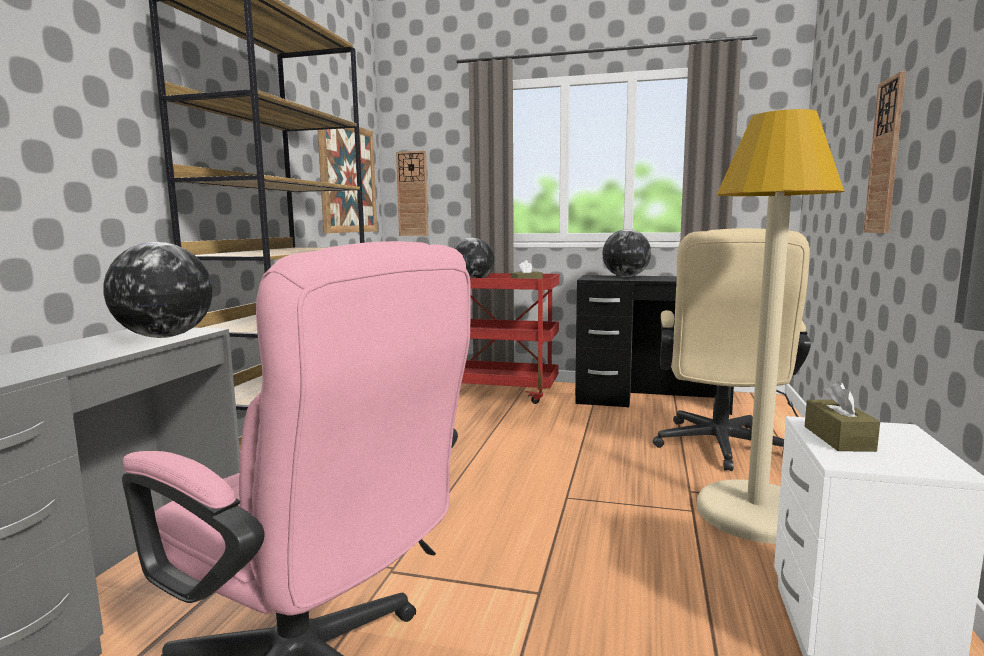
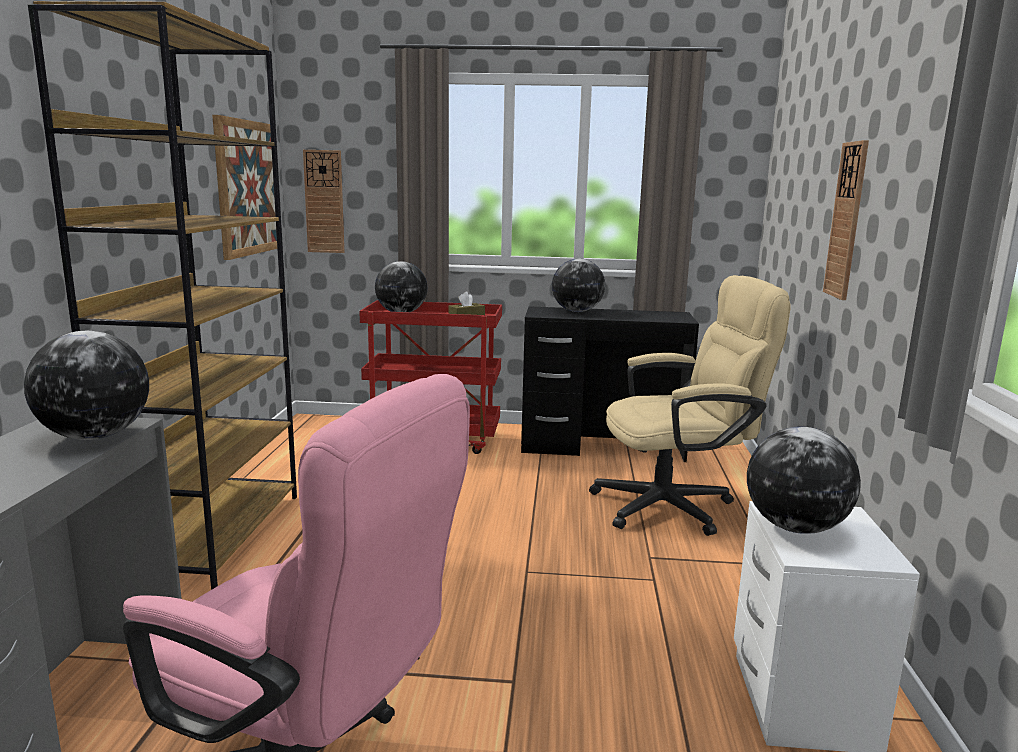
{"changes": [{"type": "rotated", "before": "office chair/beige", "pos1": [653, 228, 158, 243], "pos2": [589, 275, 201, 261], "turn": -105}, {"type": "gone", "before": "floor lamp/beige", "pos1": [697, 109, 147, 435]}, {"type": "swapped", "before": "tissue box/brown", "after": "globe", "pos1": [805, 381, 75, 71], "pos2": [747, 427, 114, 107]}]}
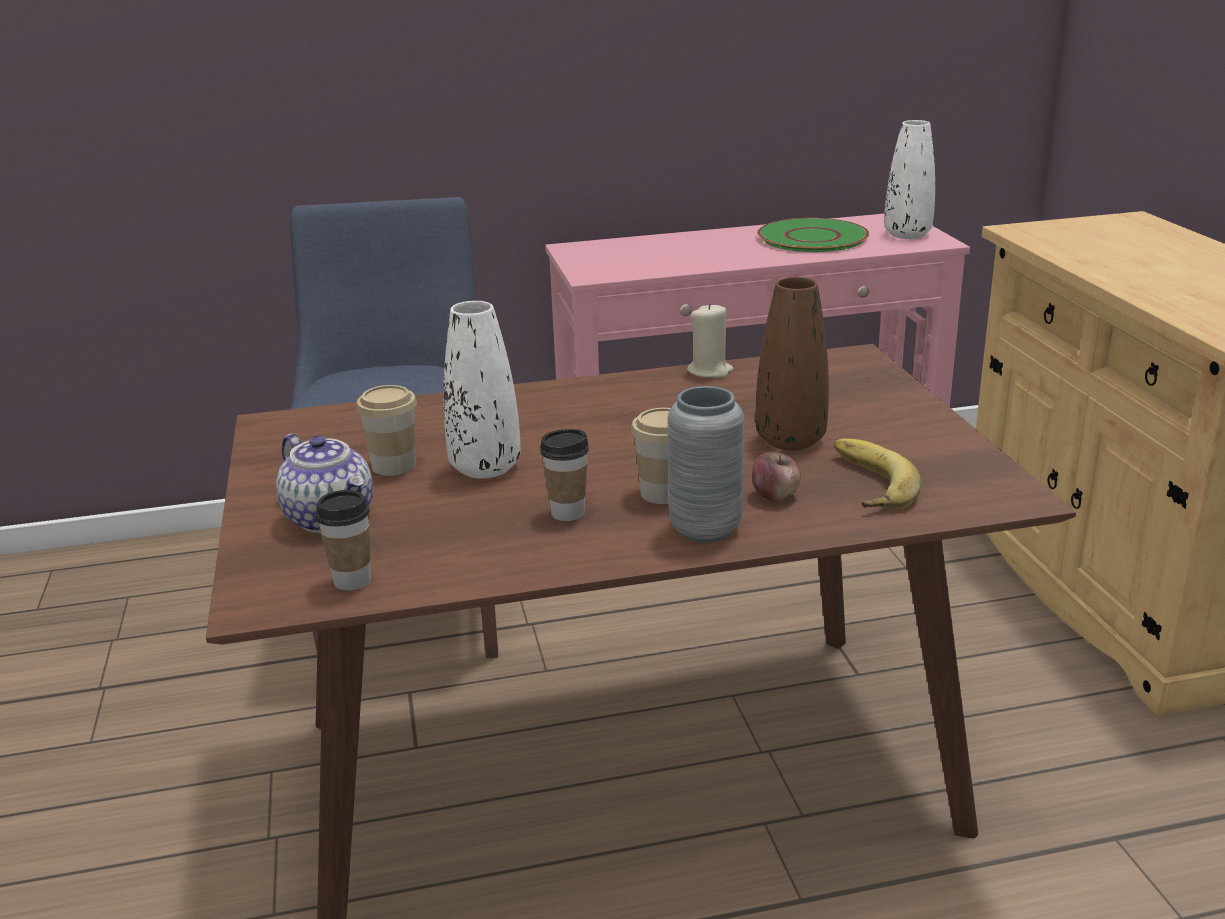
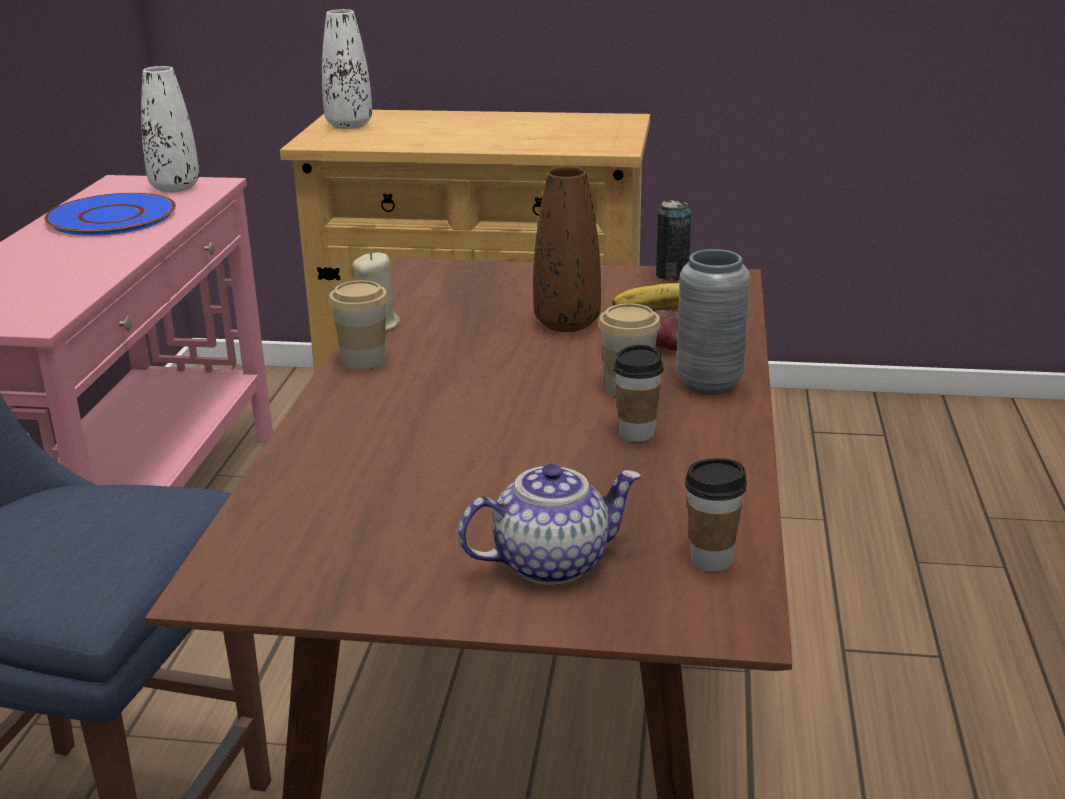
{"changes": [{"type": "shifted", "before": "cup", "pos1": [356, 385, 61, 91], "pos2": [329, 280, 59, 90]}, {"type": "shifted", "before": "vase/white", "pos1": [444, 301, 77, 178], "pos2": [322, 9, 50, 120]}, {"type": "repainted", "before": "plate/green", "after": "plate/blue", "pos1": [757, 218, 112, 34], "pos2": [44, 193, 132, 43]}, {"type": "new", "after": "can", "pos2": [656, 200, 35, 80]}]}
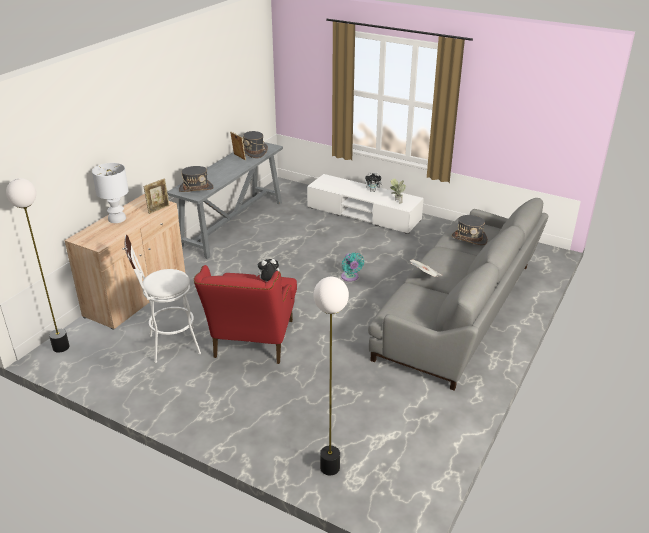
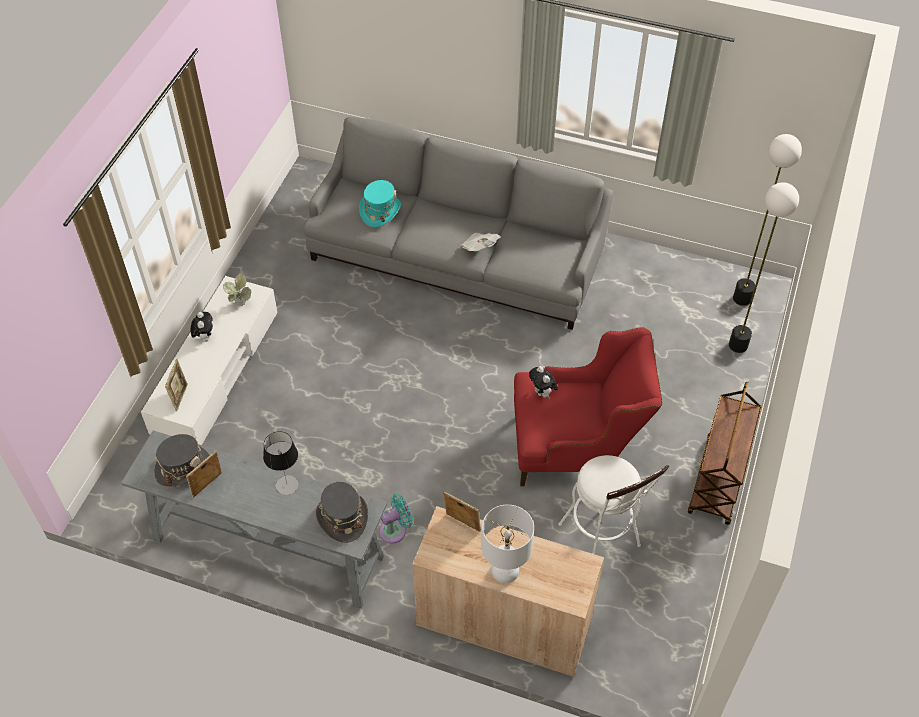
{"changes": [{"type": "shifted", "before": "floor lamp", "pos1": [6, 178, 63, 175], "pos2": [733, 134, 69, 172]}, {"type": "shifted", "before": "fan/turquoise", "pos1": [341, 253, 23, 28], "pos2": [379, 494, 34, 50]}, {"type": "repainted", "before": "hat/grey", "after": "hat/turquoise", "pos1": [452, 215, 36, 30], "pos2": [359, 180, 42, 47]}, {"type": "new", "after": "picture frame", "pos2": [165, 359, 23, 52]}, {"type": "new", "after": "table lamp", "pos2": [263, 431, 35, 64]}, {"type": "new", "after": "cart/brown", "pos2": [688, 382, 73, 143]}]}
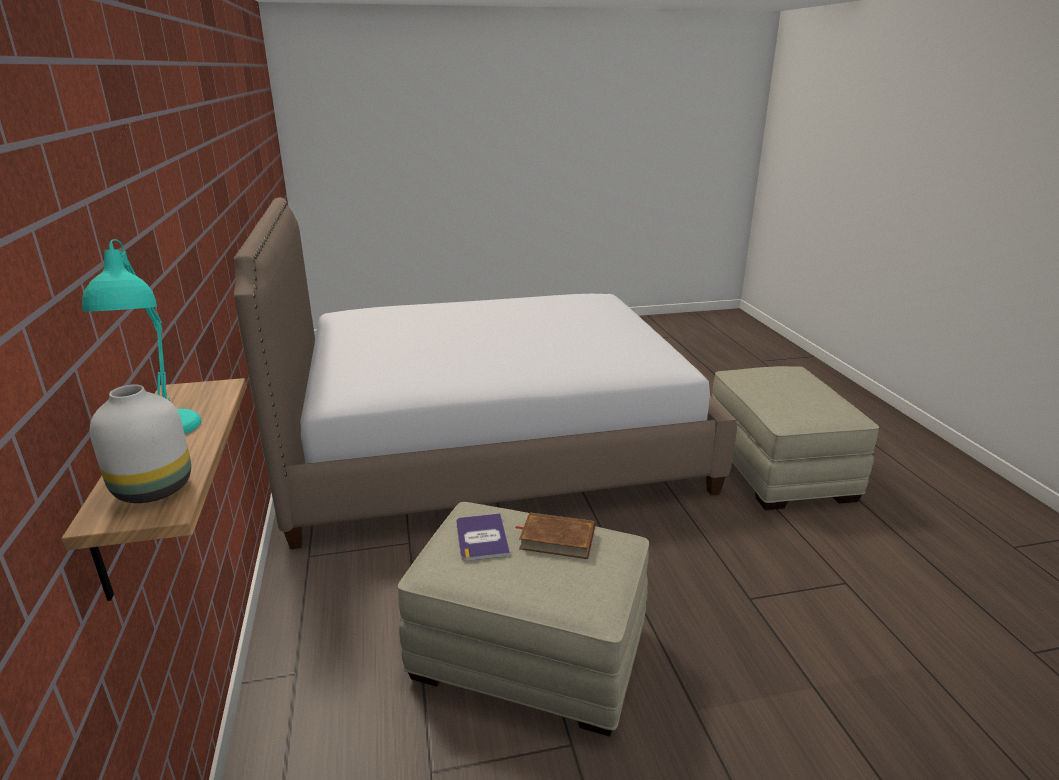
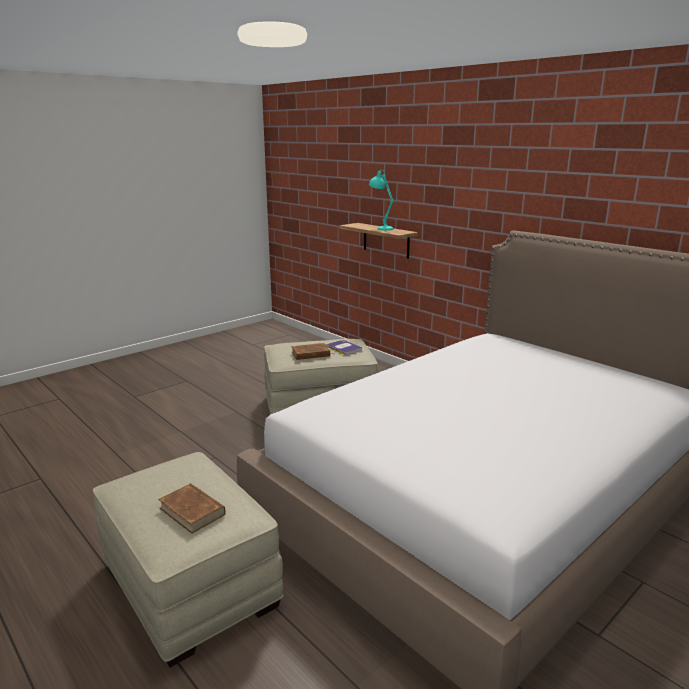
{"changes": [{"type": "gone", "before": "vase/white", "pos1": [90, 384, 101, 119]}, {"type": "new", "after": "book/brown", "pos2": [158, 483, 68, 50]}]}
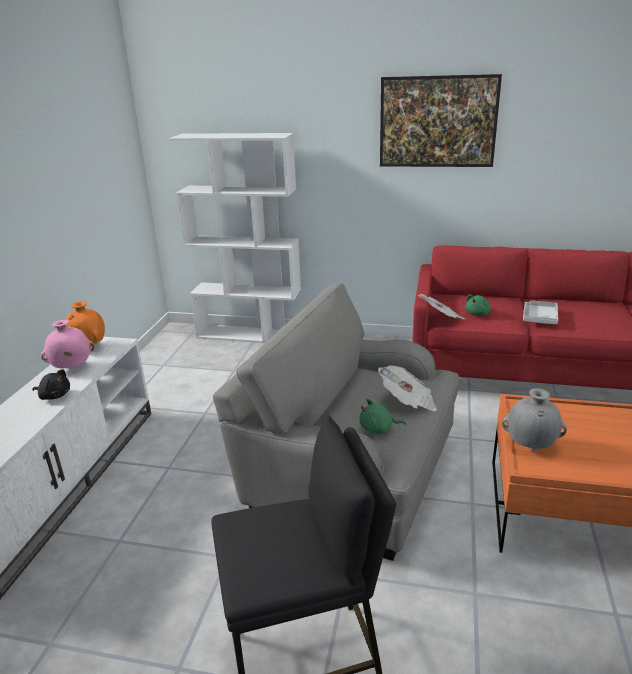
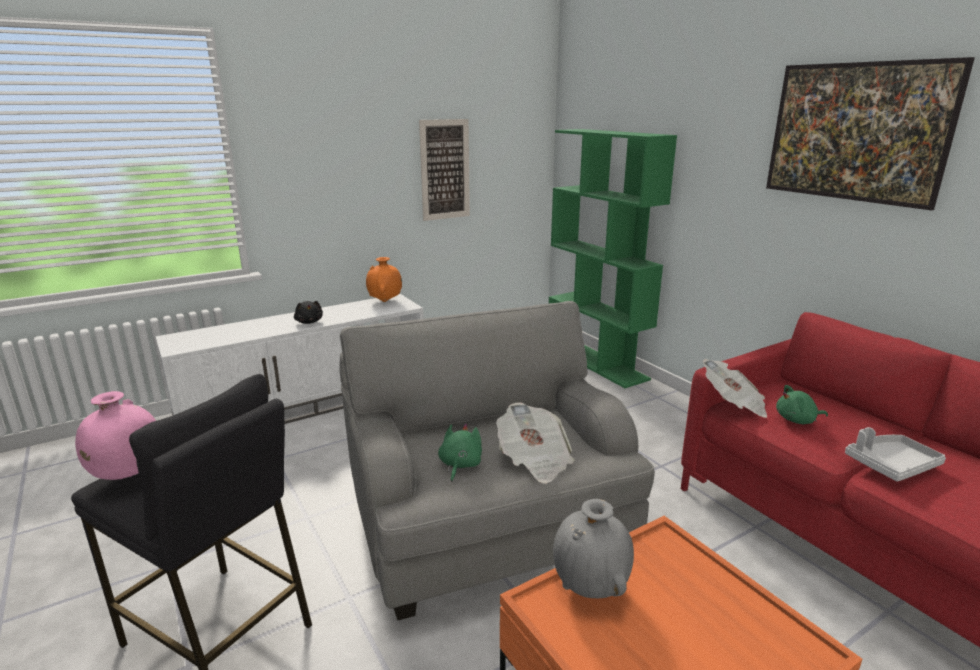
{"changes": [{"type": "shifted", "before": "vase/pink", "pos1": [41, 320, 53, 49], "pos2": [75, 391, 81, 89]}, {"type": "repainted", "before": "bookcase/white", "after": "bookcase/green", "pos1": [168, 133, 133, 210], "pos2": [549, 129, 128, 259]}, {"type": "rotated", "before": "plush toy/green", "pos1": [360, 399, 46, 35], "pos2": [438, 424, 44, 58], "turn": 60}, {"type": "new", "after": "picture", "pos2": [419, 119, 51, 102]}]}
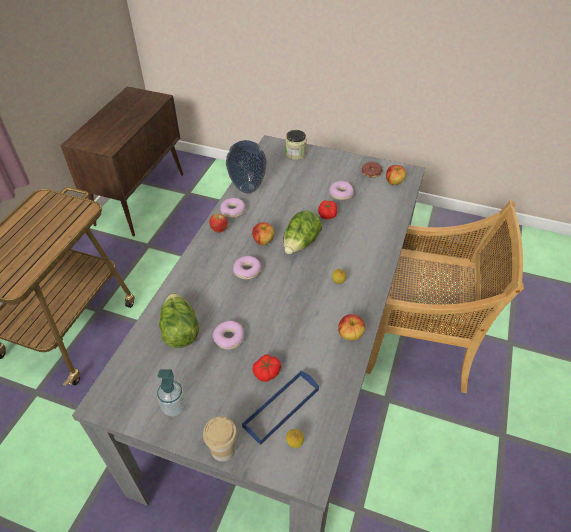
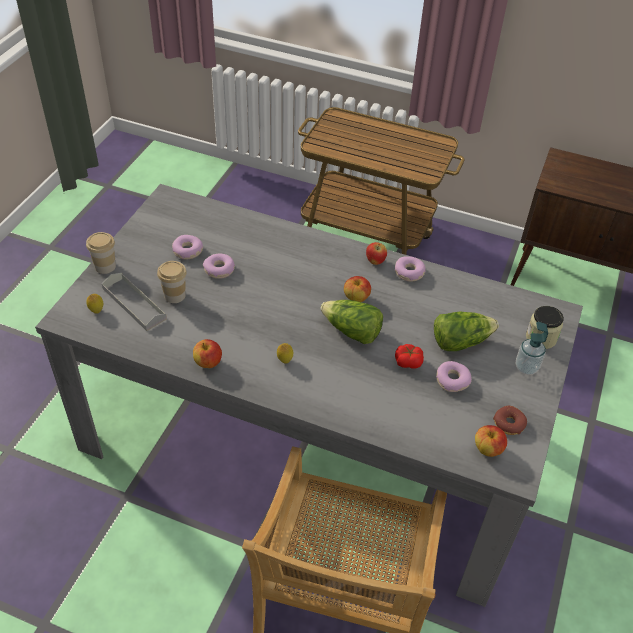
{"changes": [{"type": "shifted", "before": "soap dispenser", "pos1": [157, 369, 29, 48], "pos2": [516, 322, 32, 53]}, {"type": "shifted", "before": "lettuce", "pos1": [159, 293, 40, 55], "pos2": [434, 311, 65, 40]}, {"type": "gone", "before": "vase", "pos1": [226, 140, 41, 53]}, {"type": "shifted", "before": "donut", "pos1": [233, 256, 28, 24], "pos2": [172, 235, 31, 24]}, {"type": "repainted", "before": "tray/blue", "after": "tray/grey", "pos1": [242, 371, 77, 74], "pos2": [102, 273, 65, 58]}, {"type": "swapped", "before": "tomato", "after": "cup", "pos1": [252, 354, 29, 28], "pos2": [157, 261, 30, 42]}]}
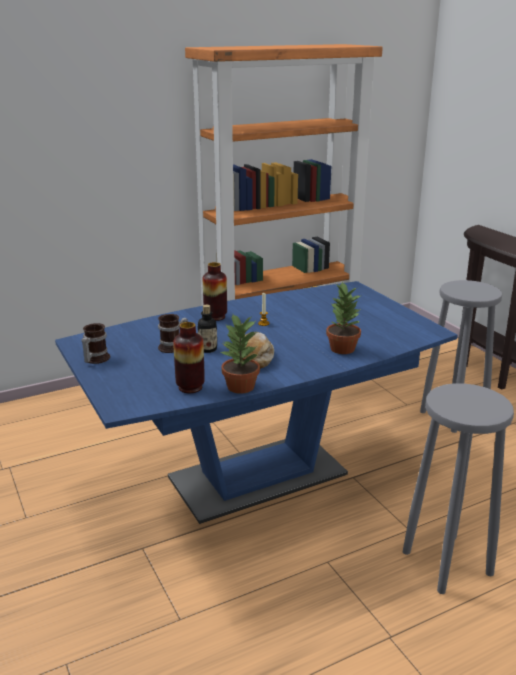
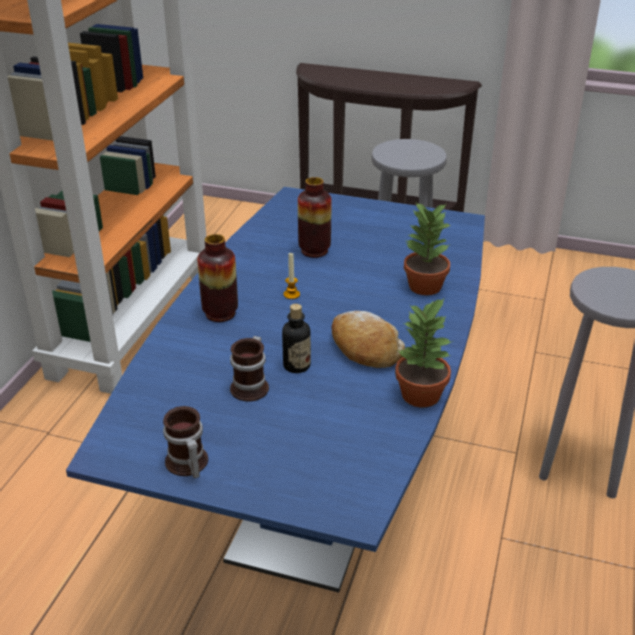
{"changes": [{"type": "shifted", "before": "vase", "pos1": [173, 322, 32, 71], "pos2": [298, 177, 33, 81]}]}
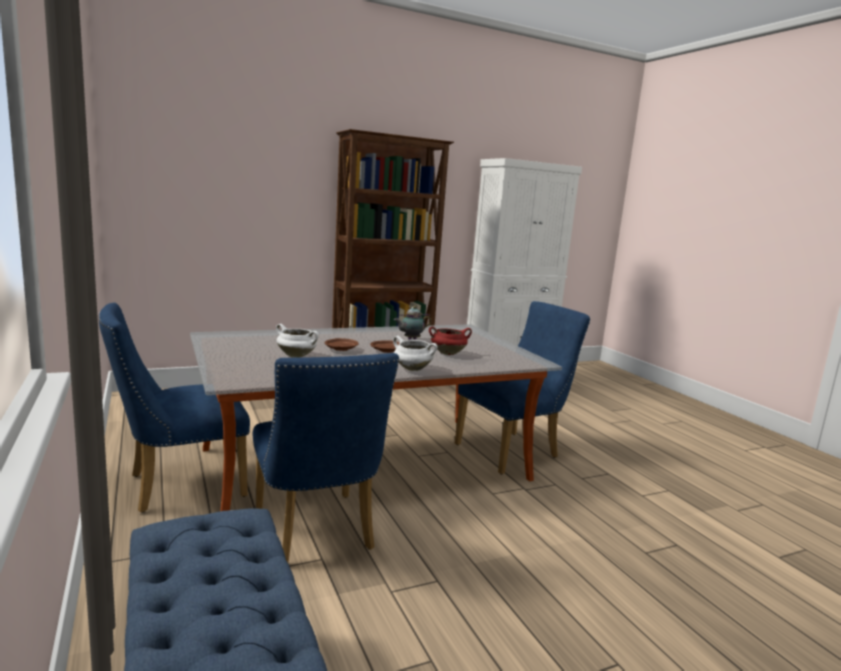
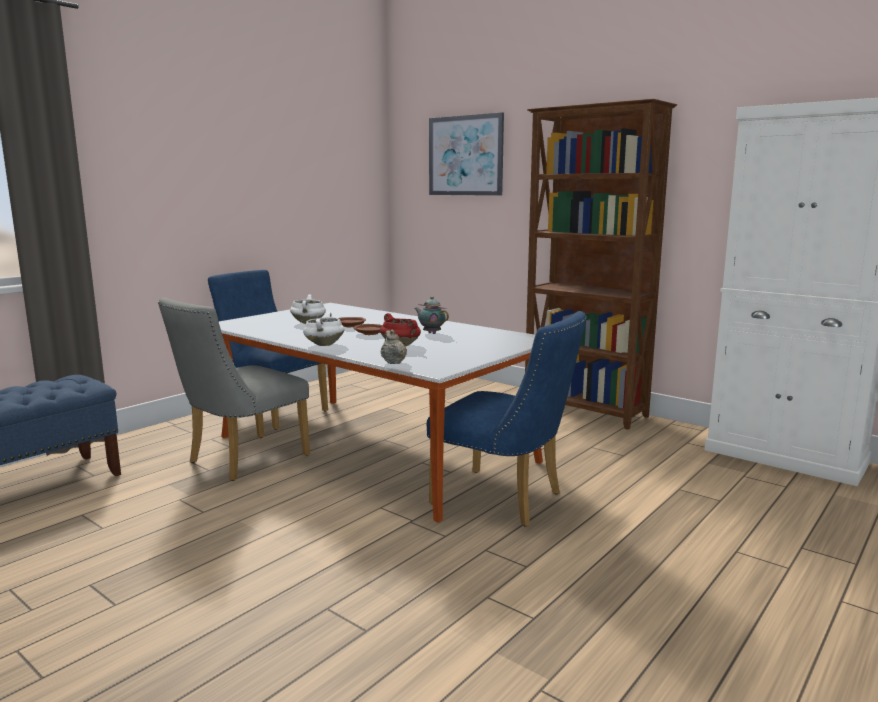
{"changes": [{"type": "repainted", "before": "chair/blue", "after": "chair/grey", "pos1": [253, 353, 146, 209], "pos2": [158, 298, 152, 183]}, {"type": "new", "after": "teapot/beige", "pos2": [381, 329, 26, 35]}, {"type": "new", "after": "picture", "pos2": [429, 112, 75, 84]}]}
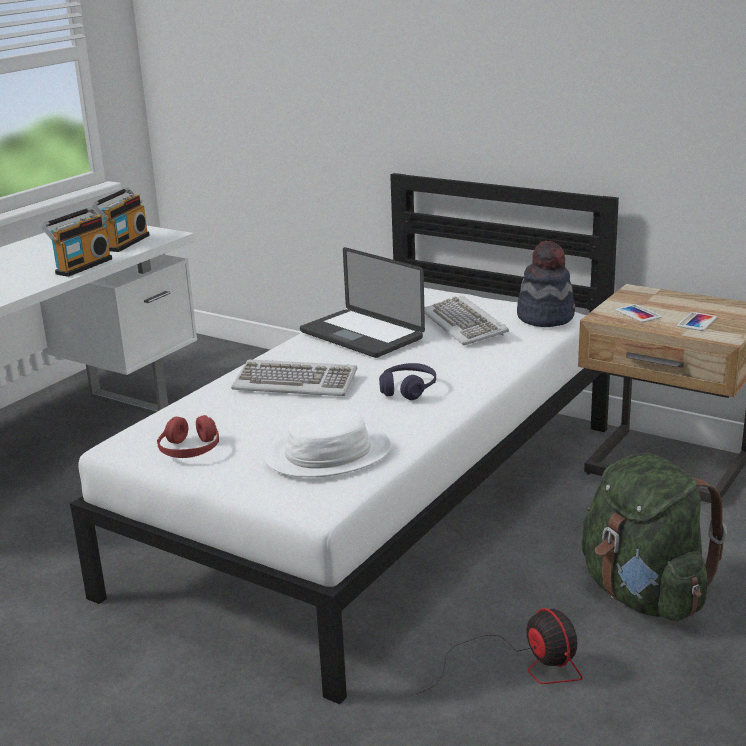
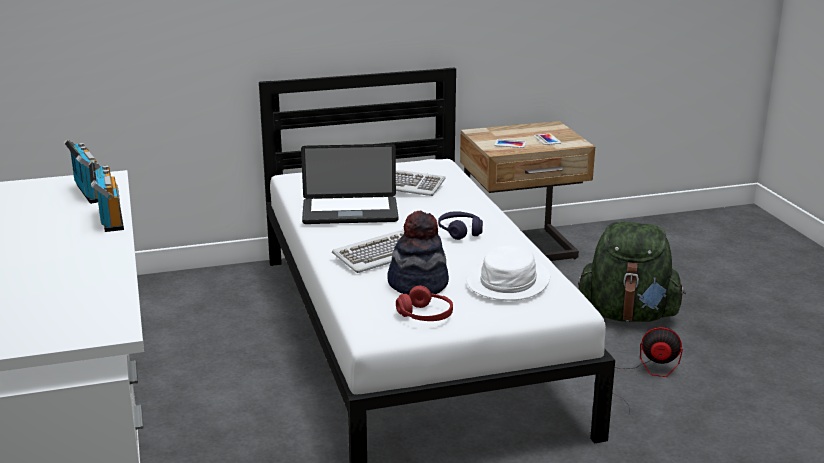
{"changes": [{"type": "shifted", "before": "hat", "pos1": [517, 241, 58, 86], "pos2": [387, 211, 62, 84]}]}
